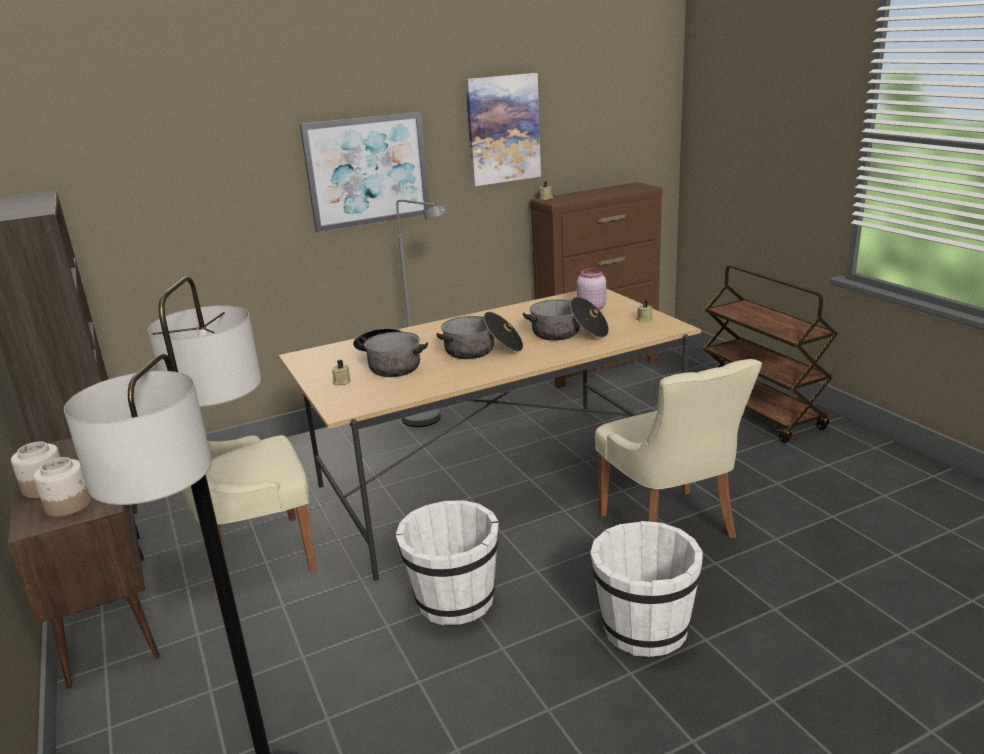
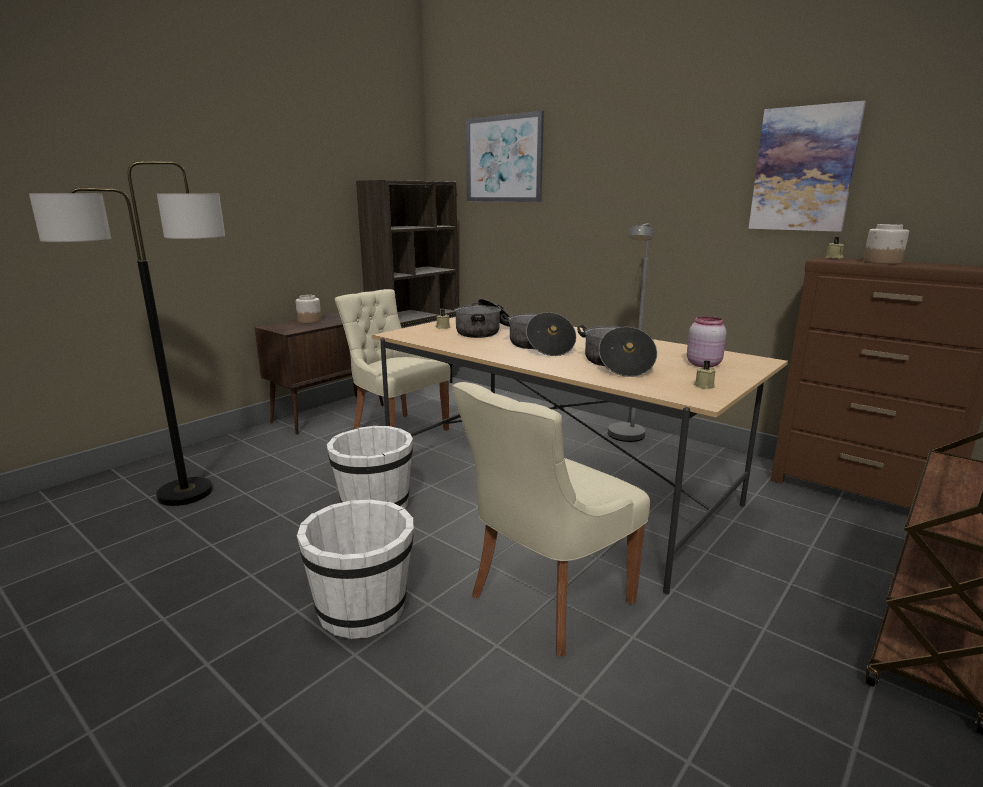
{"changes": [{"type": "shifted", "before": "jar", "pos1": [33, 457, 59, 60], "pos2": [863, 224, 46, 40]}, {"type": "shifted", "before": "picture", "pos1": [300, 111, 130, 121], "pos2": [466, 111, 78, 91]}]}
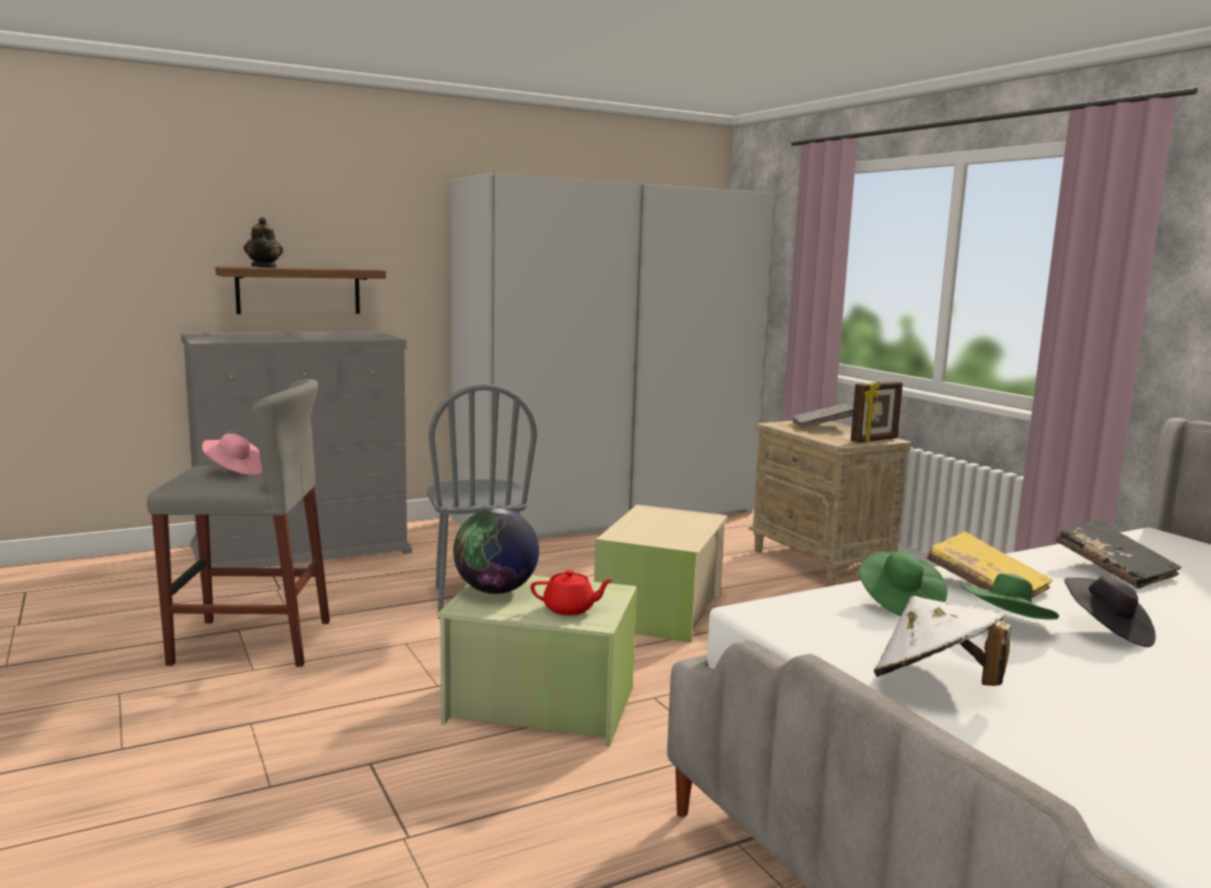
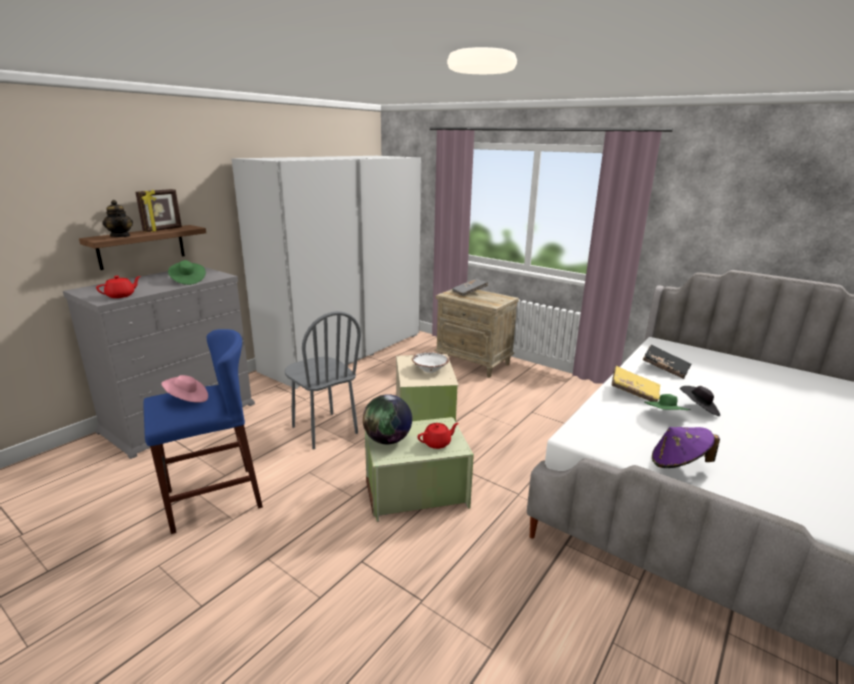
{"changes": [{"type": "repainted", "before": "stool/grey", "after": "stool/blue", "pos1": [147, 379, 183, 288], "pos2": [143, 329, 120, 205]}, {"type": "shifted", "before": "picture frame", "pos1": [851, 381, 52, 62], "pos2": [136, 189, 46, 43]}, {"type": "shifted", "before": "hat/green", "pos1": [859, 551, 88, 65], "pos2": [168, 260, 38, 25]}, {"type": "repainted", "before": "hat/white", "after": "hat/purple", "pos1": [874, 596, 138, 90], "pos2": [652, 427, 68, 41]}, {"type": "new", "after": "teapot/red", "pos2": [96, 276, 45, 22]}, {"type": "new", "after": "bowl/white", "pos2": [412, 352, 37, 21]}]}
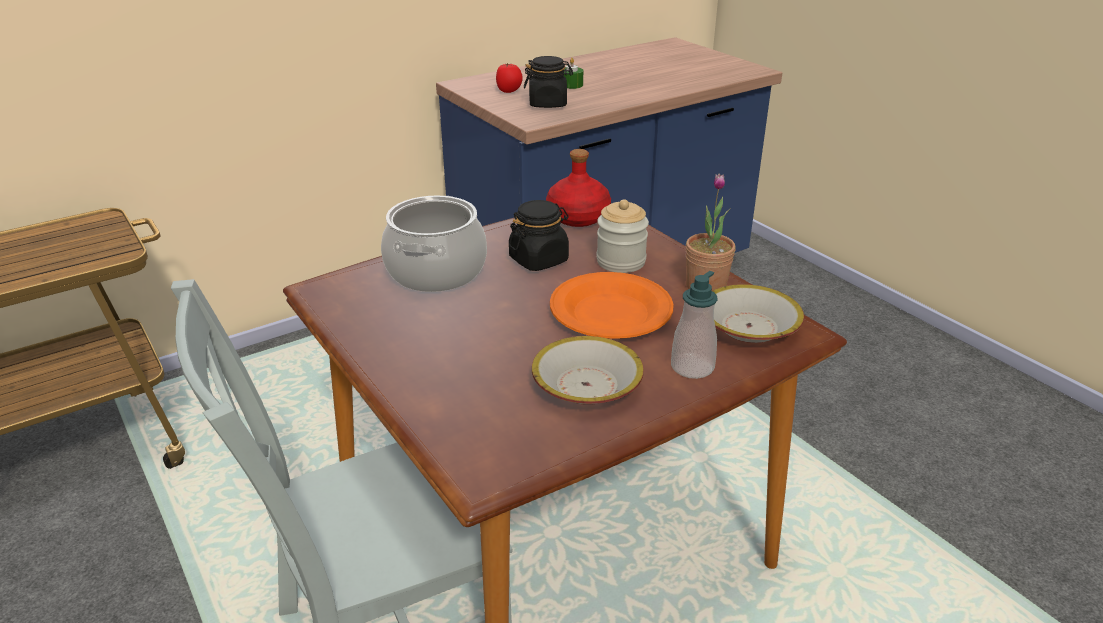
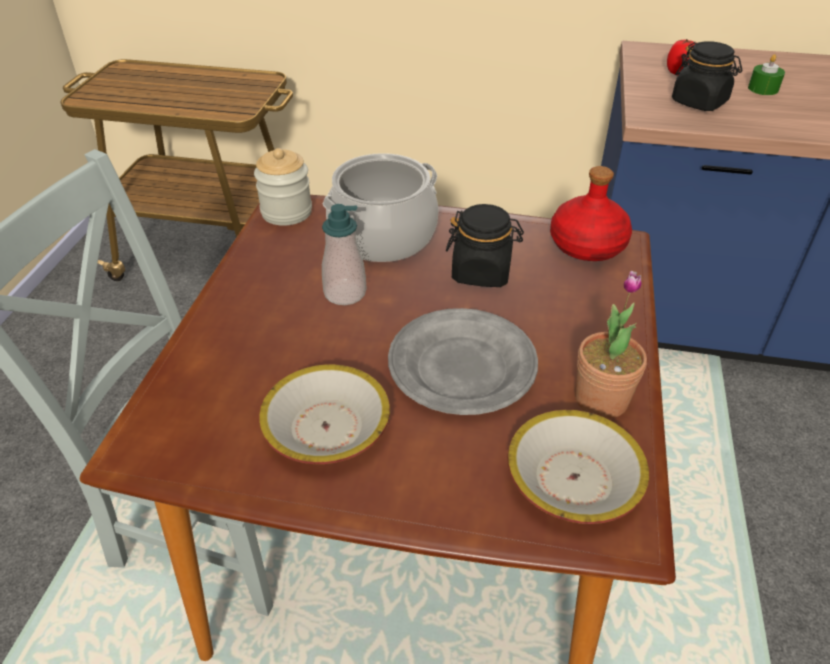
{"changes": [{"type": "repainted", "before": "plate/orange", "after": "plate/grey", "pos1": [550, 272, 123, 67], "pos2": [388, 308, 150, 107]}, {"type": "shifted", "before": "jar", "pos1": [596, 199, 53, 74], "pos2": [254, 148, 58, 78]}, {"type": "shifted", "before": "soap dispenser", "pos1": [671, 271, 47, 108], "pos2": [322, 204, 45, 101]}]}
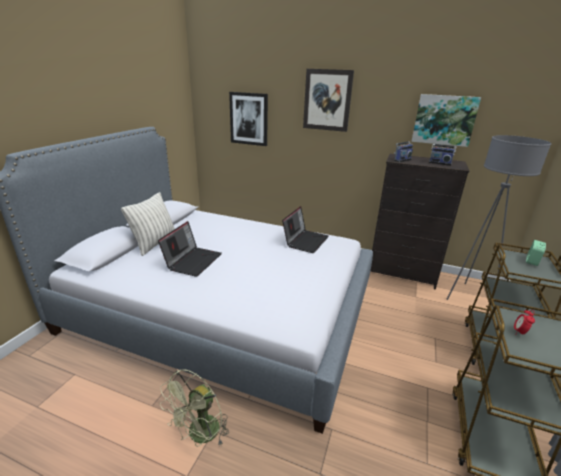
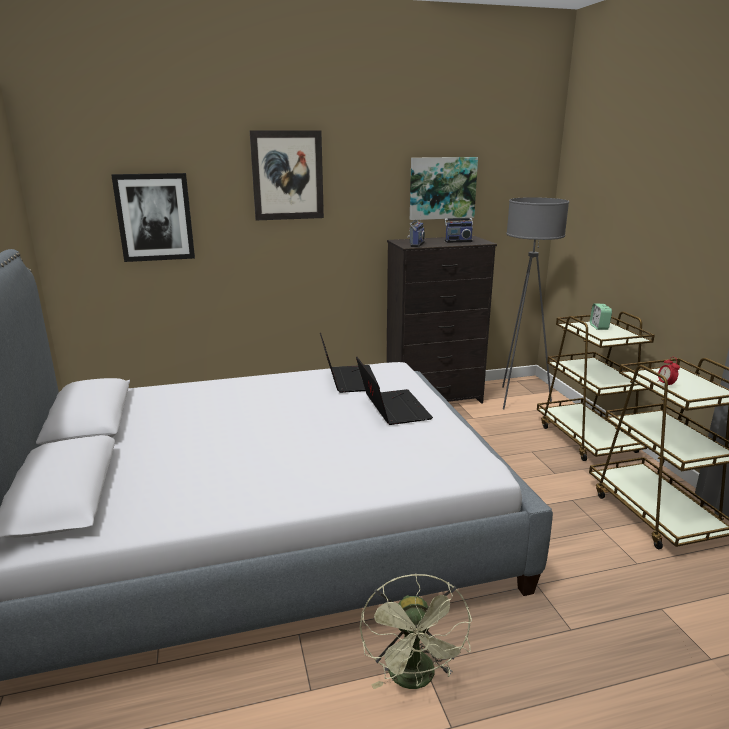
{"changes": [{"type": "gone", "before": "pillow", "pos1": [121, 192, 54, 64]}, {"type": "shifted", "before": "laptop", "pos1": [158, 221, 64, 56], "pos2": [356, 357, 77, 68]}]}
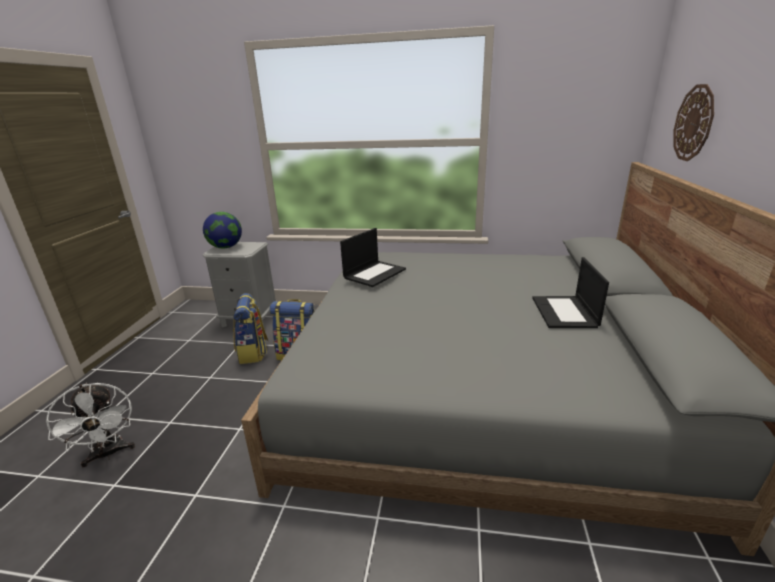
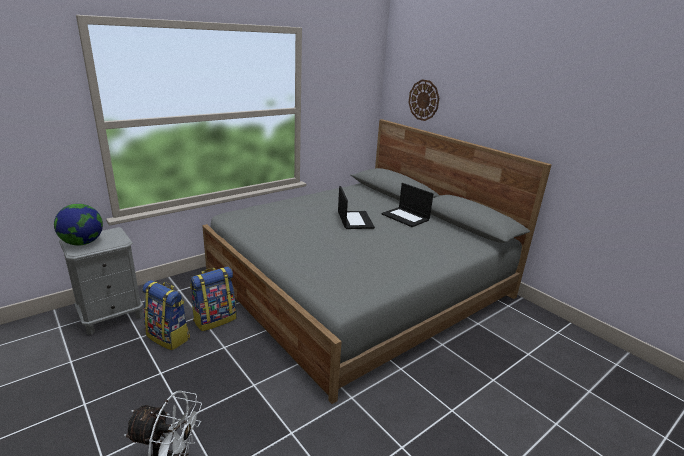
{"changes": [{"type": "shifted", "before": "laptop", "pos1": [340, 228, 66, 59], "pos2": [338, 186, 37, 43]}]}
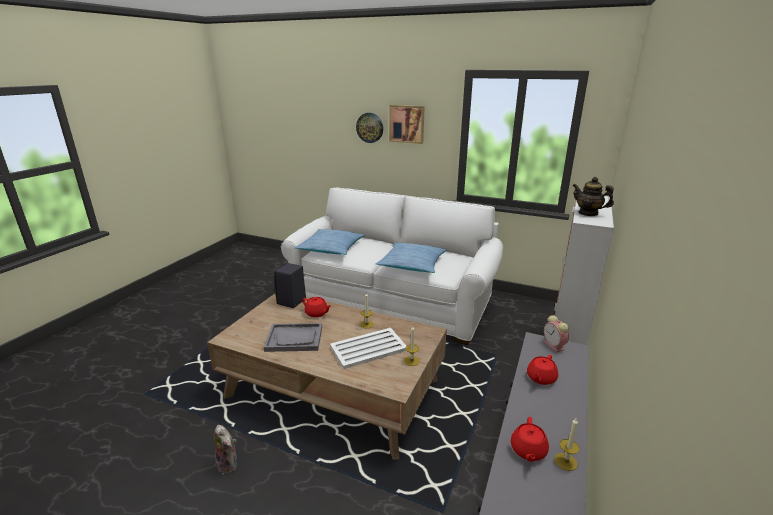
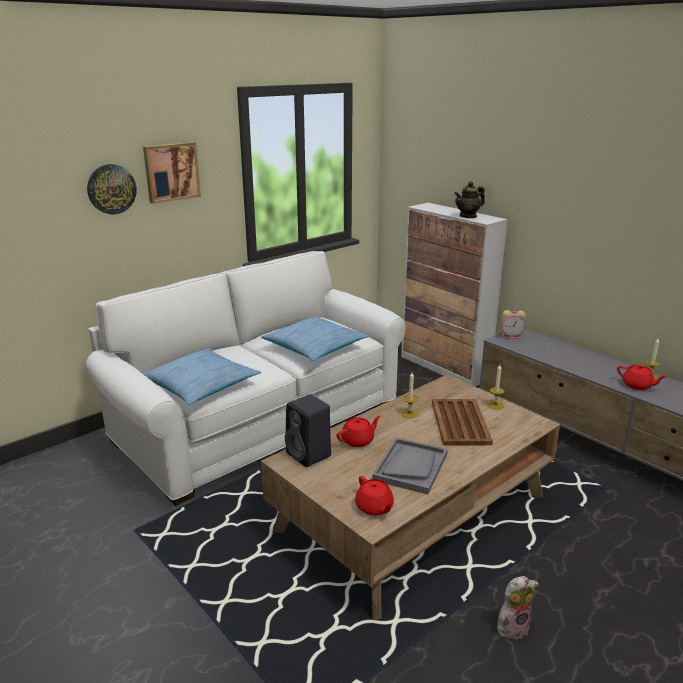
{"changes": [{"type": "repainted", "before": "tray/white", "after": "tray/brown", "pos1": [330, 328, 76, 41], "pos2": [432, 399, 61, 47]}, {"type": "shifted", "before": "teapot/red", "pos1": [527, 355, 31, 30], "pos2": [355, 476, 39, 40]}]}
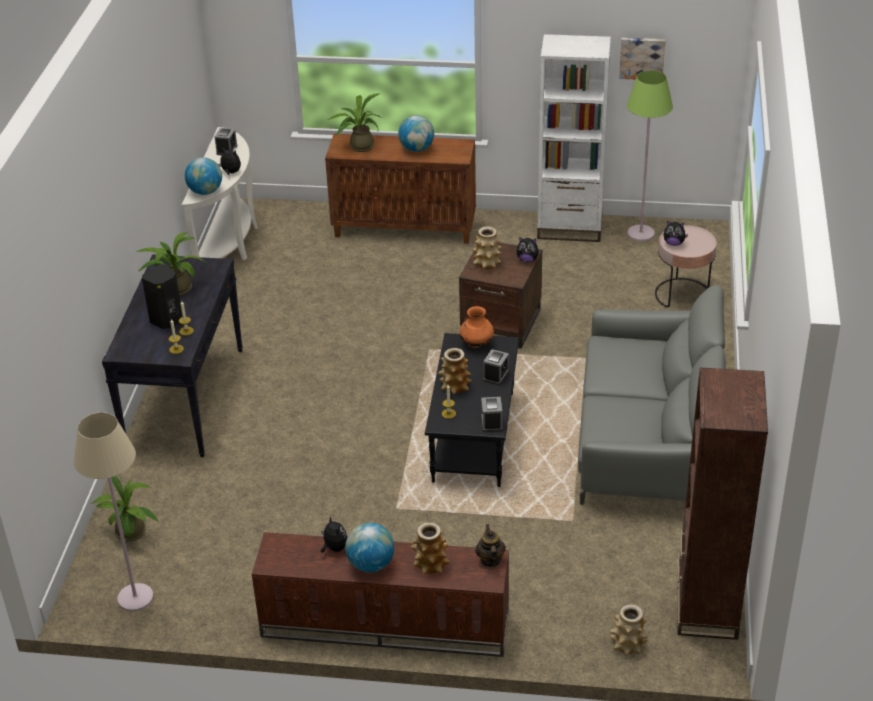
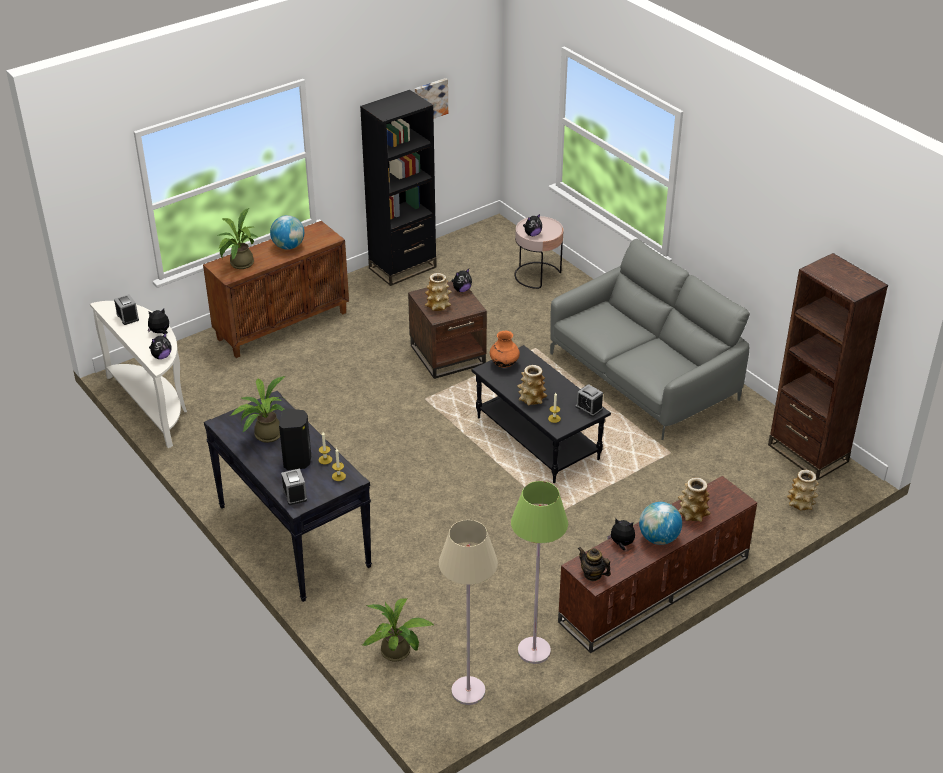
{"changes": [{"type": "swapped", "before": "globe", "after": "plush toy", "pos1": [185, 157, 37, 38], "pos2": [149, 333, 23, 26]}, {"type": "shifted", "before": "teapot", "pos1": [475, 524, 31, 43], "pos2": [578, 547, 33, 34]}, {"type": "shifted", "before": "alarm clock", "pos1": [483, 349, 26, 36], "pos2": [281, 468, 26, 37]}, {"type": "repainted", "before": "bookcase/white", "after": "bookcase/black", "pos1": [537, 34, 74, 208], "pos2": [360, 90, 77, 196]}, {"type": "shifted", "before": "floor lamp/green", "pos1": [627, 70, 46, 172], "pos2": [511, 481, 57, 183]}]}
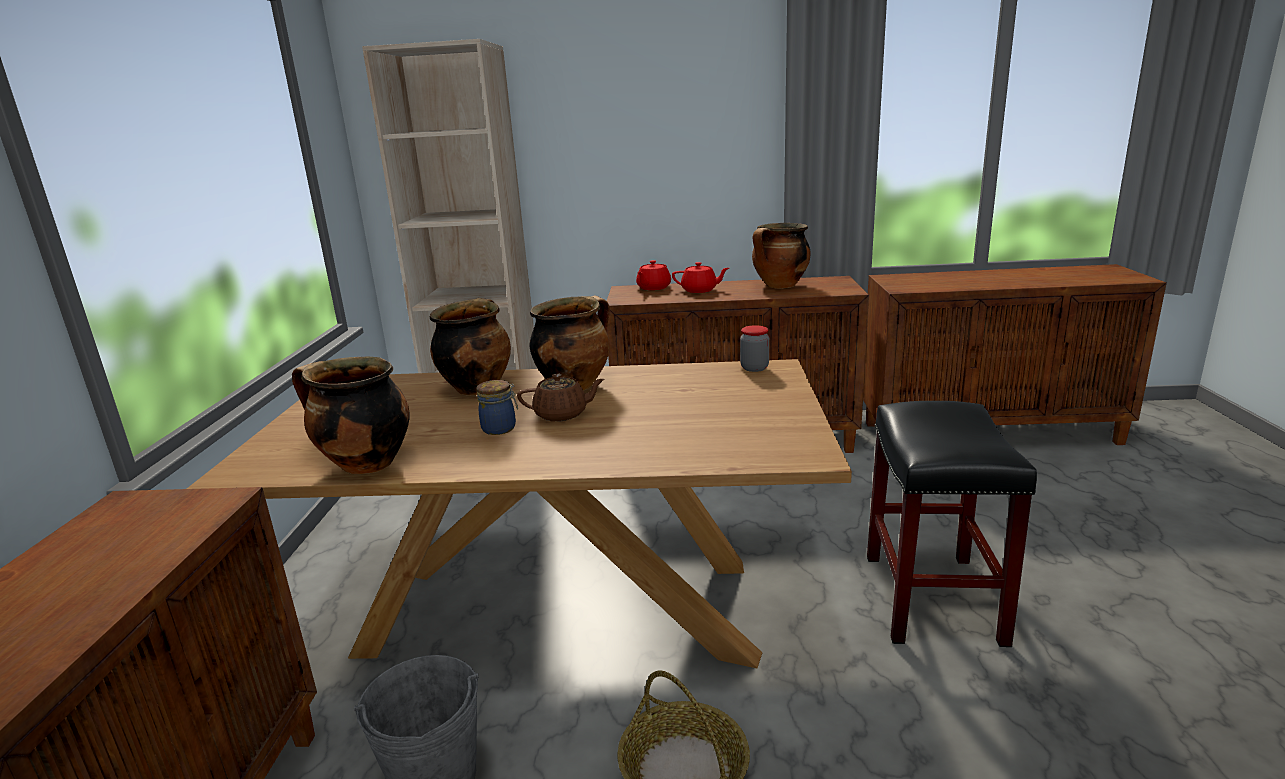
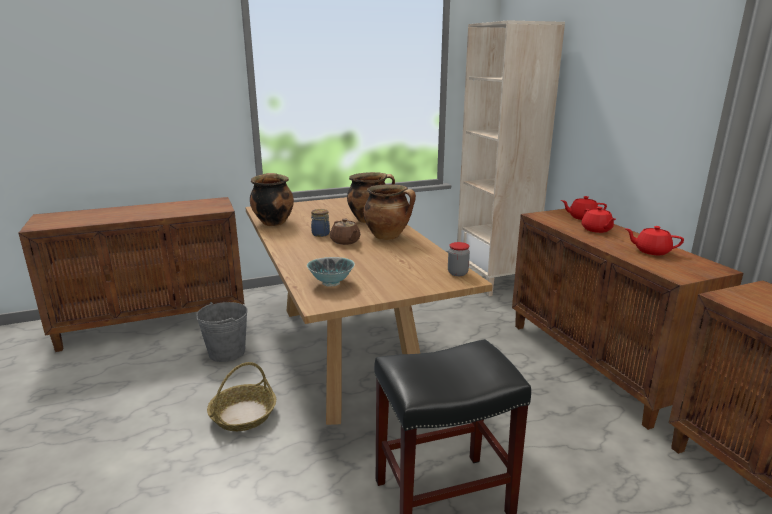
{"changes": [{"type": "swapped", "before": "cooking pot", "after": "teapot/red", "pos1": [752, 223, 59, 66], "pos2": [625, 226, 59, 29]}, {"type": "new", "after": "bowl", "pos2": [307, 257, 48, 30]}]}
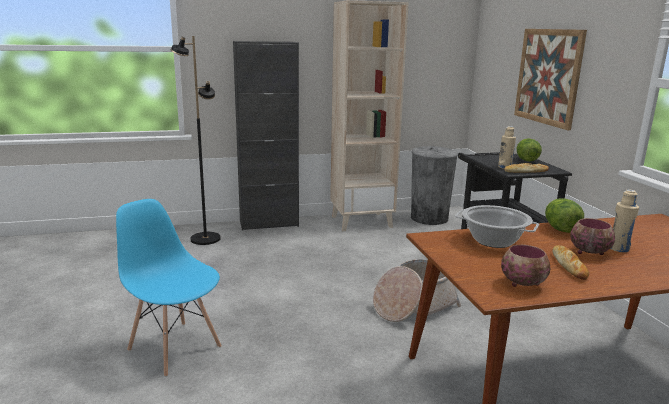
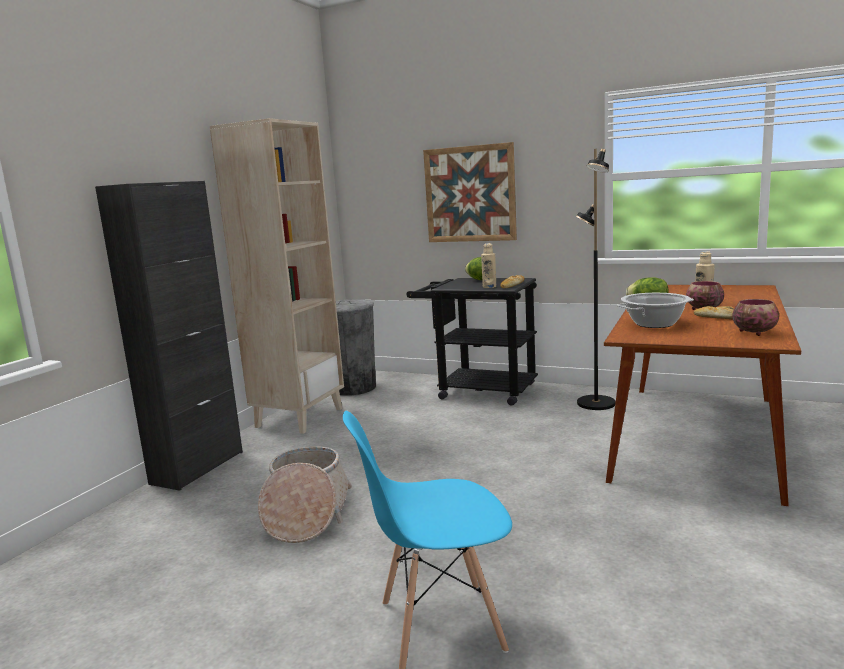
{"changes": [{"type": "shifted", "before": "floor lamp/black", "pos1": [171, 36, 50, 209], "pos2": [576, 149, 39, 261]}, {"type": "shifted", "before": "basket", "pos1": [373, 259, 88, 63], "pos2": [258, 446, 94, 97]}]}
